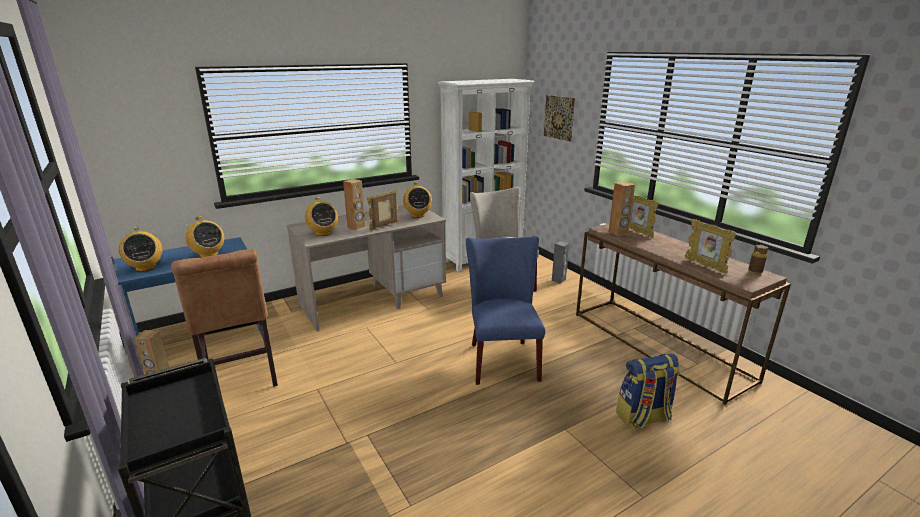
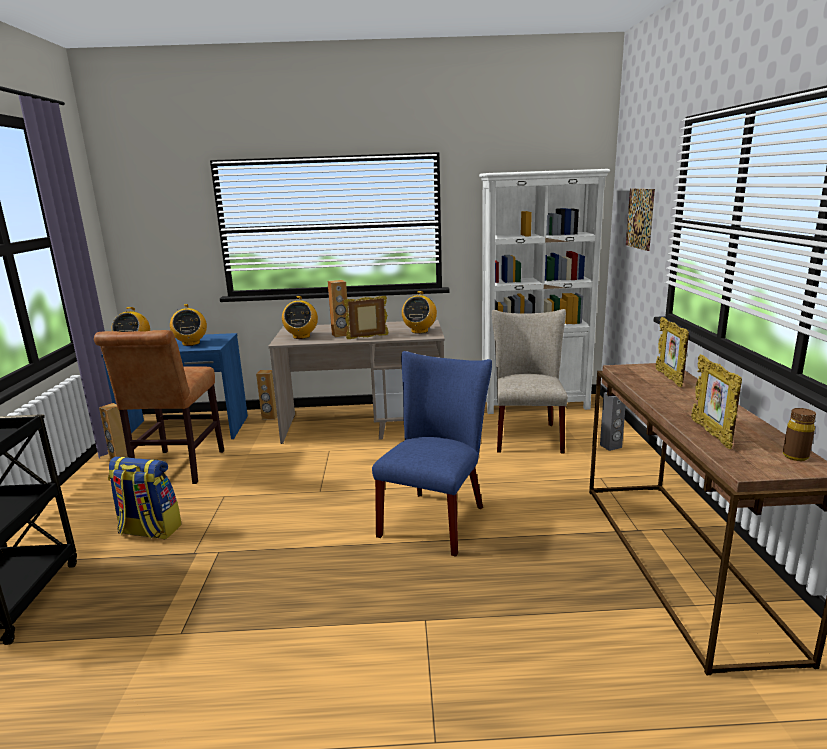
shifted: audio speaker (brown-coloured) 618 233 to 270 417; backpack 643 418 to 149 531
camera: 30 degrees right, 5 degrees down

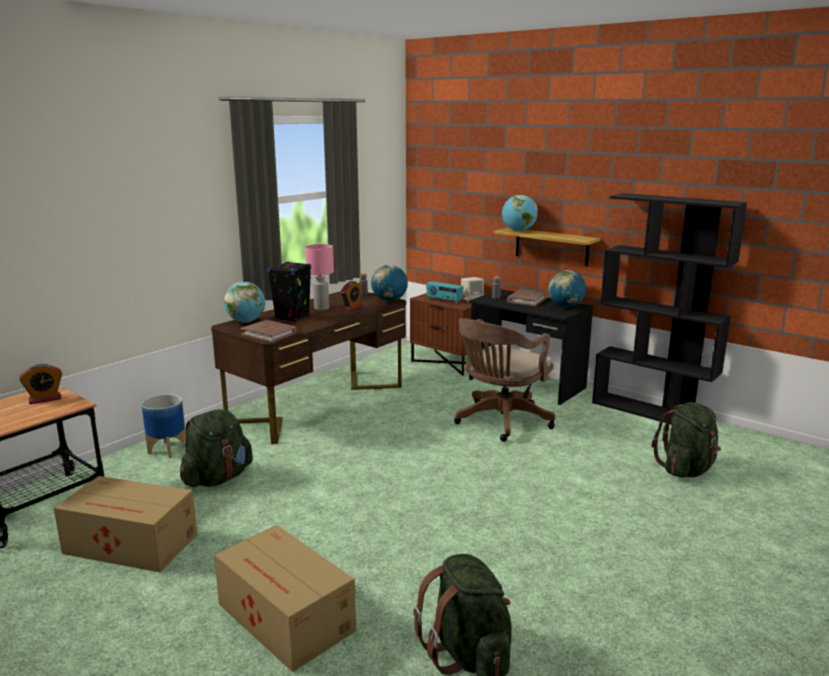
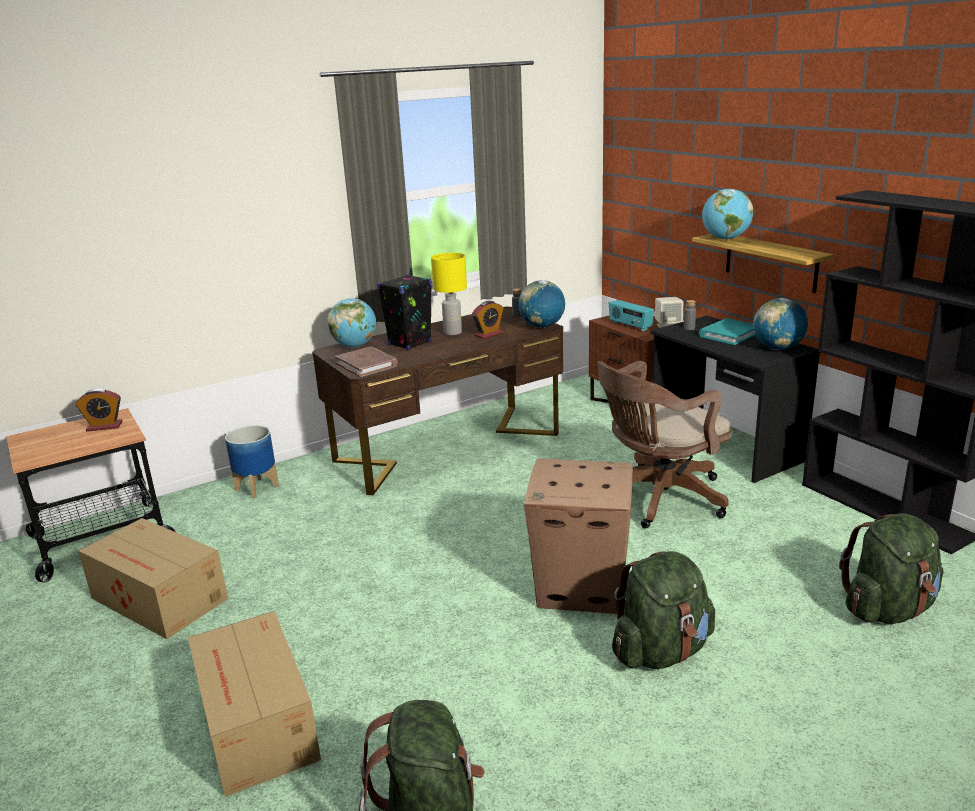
new: carton 582 586
shifted: backpack (greenish) 218 478 to 661 651
repainted: lamp for a table (pink-coloured) 321 308 to lamp for a table (yellow) 453 332; book (brown-coloured) 526 300 to book (turquoise-coloured) 729 334
camera: 20 degrees right, 5 degrees up

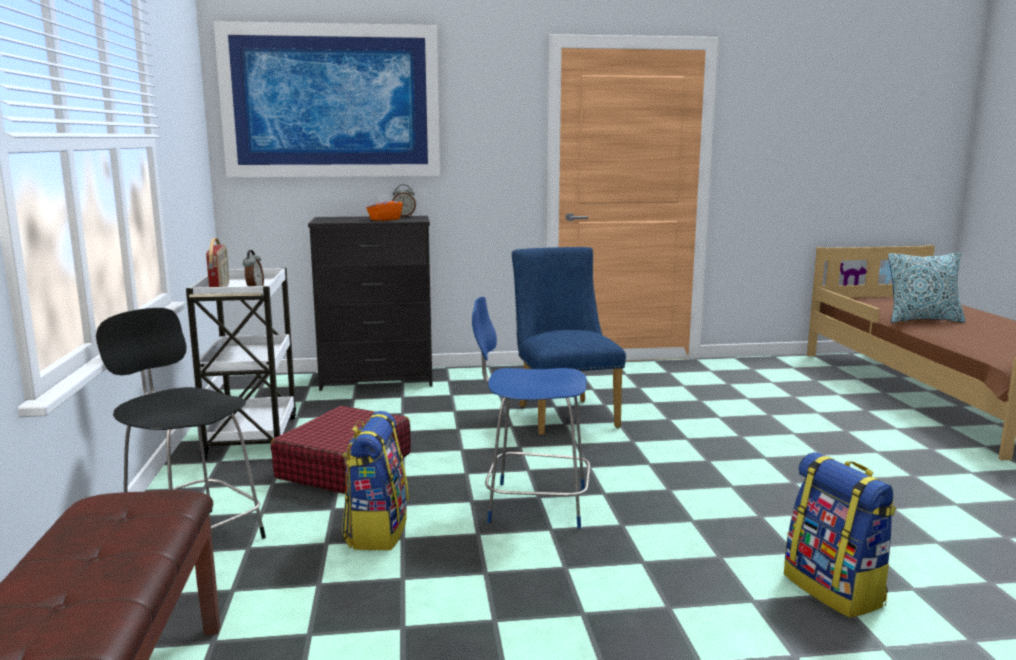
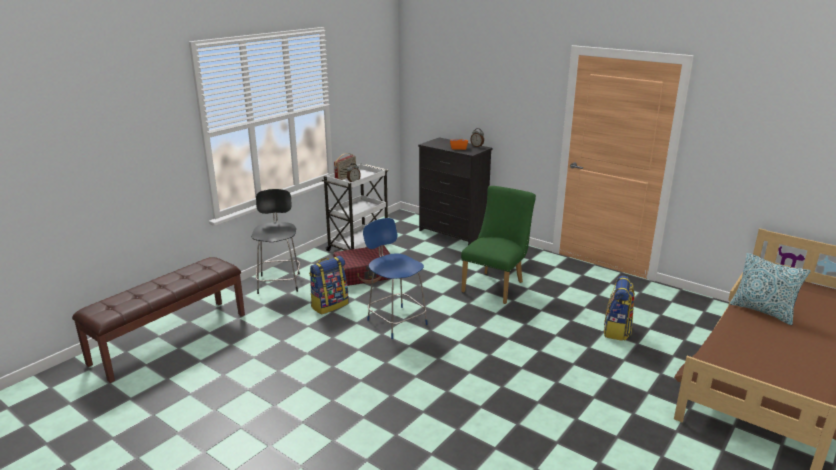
gone: wall picture 331 102
shifted: backpack 835 590 to 617 330
repainted: upright chair (bluish) 563 414 to upright chair (greenish) 496 285
camera: 45 degrees right, 10 degrees up

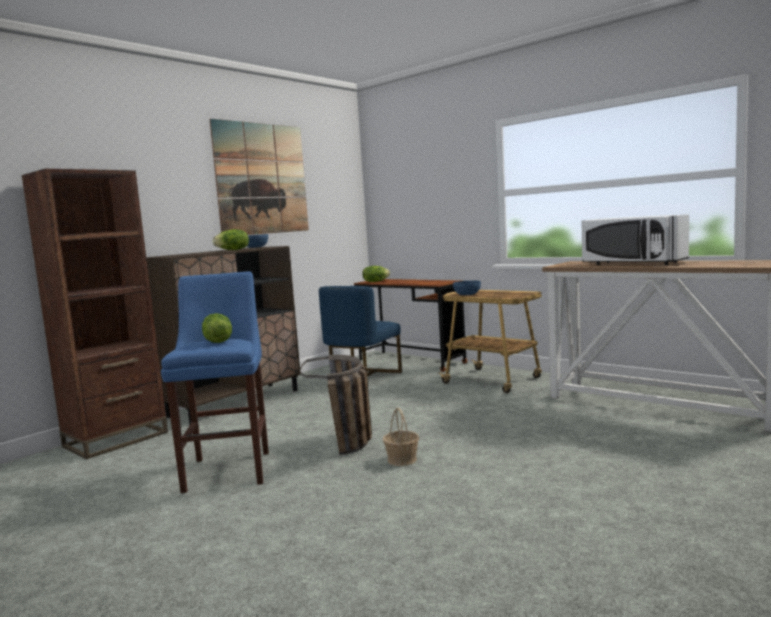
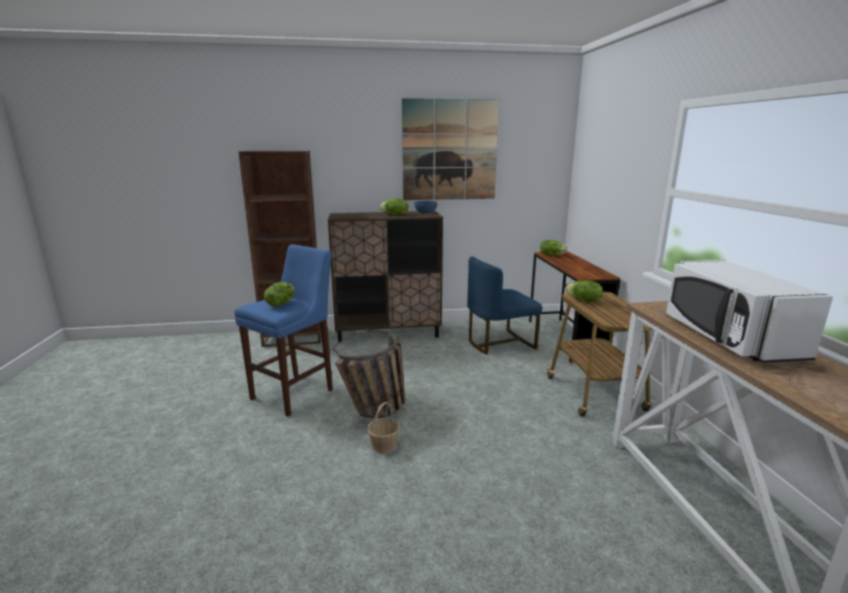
swapped: deep dish (bluish) 467 294 to lettuce 583 301
camera: 40 degrees right, 10 degrees up

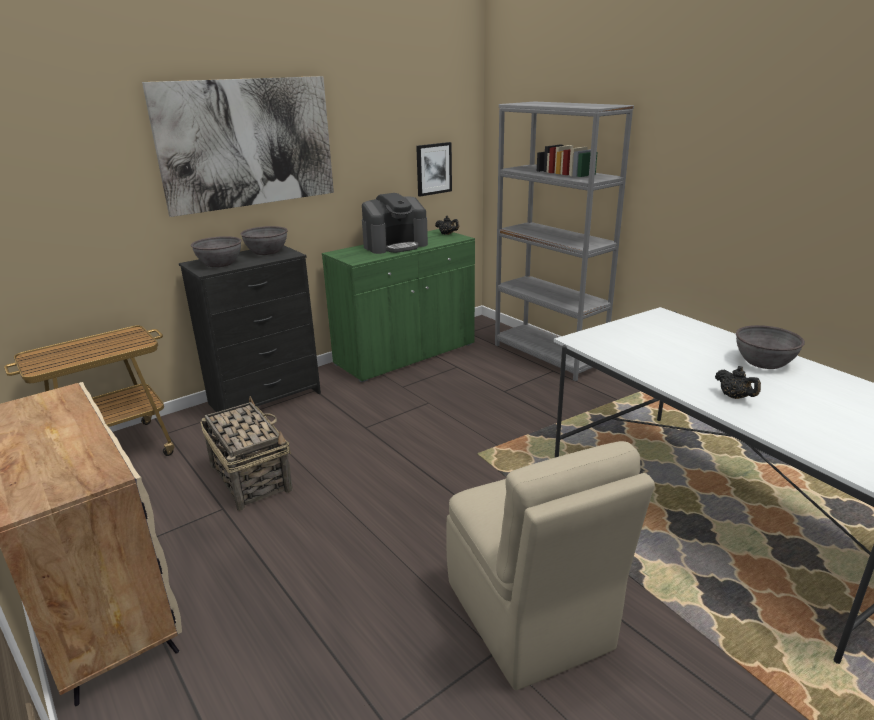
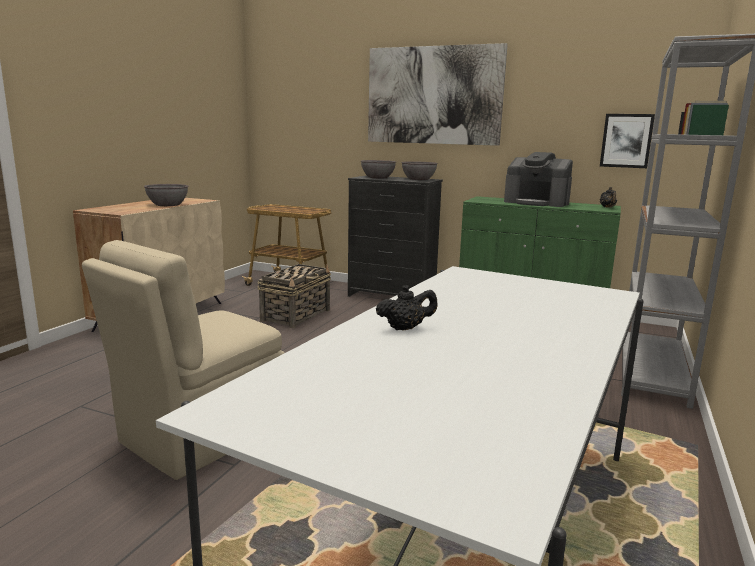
shifted: deep dish (grey) 764 362 to 167 205
rotated: teapot (blackish) 734 397 = 405 328 135 degrees counterclockwise
camera: 60 degrees right, 10 degrees down

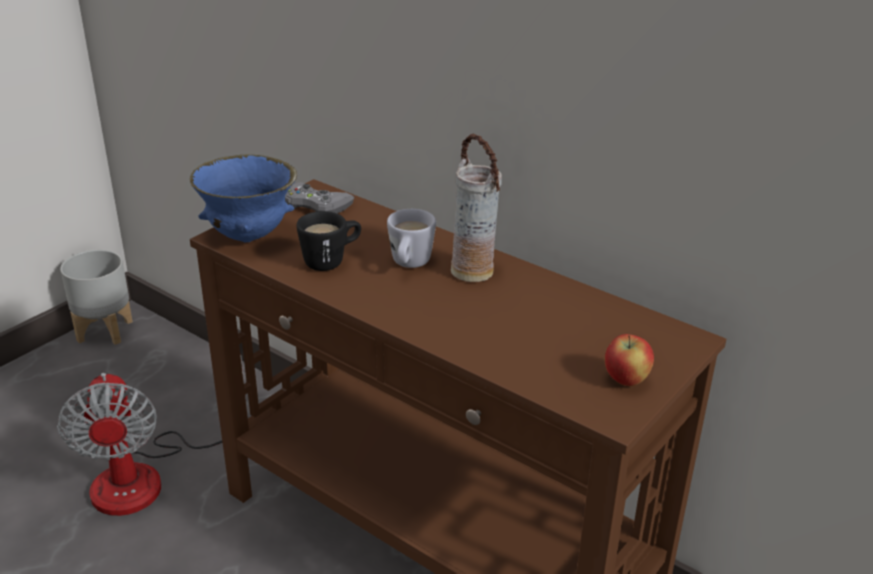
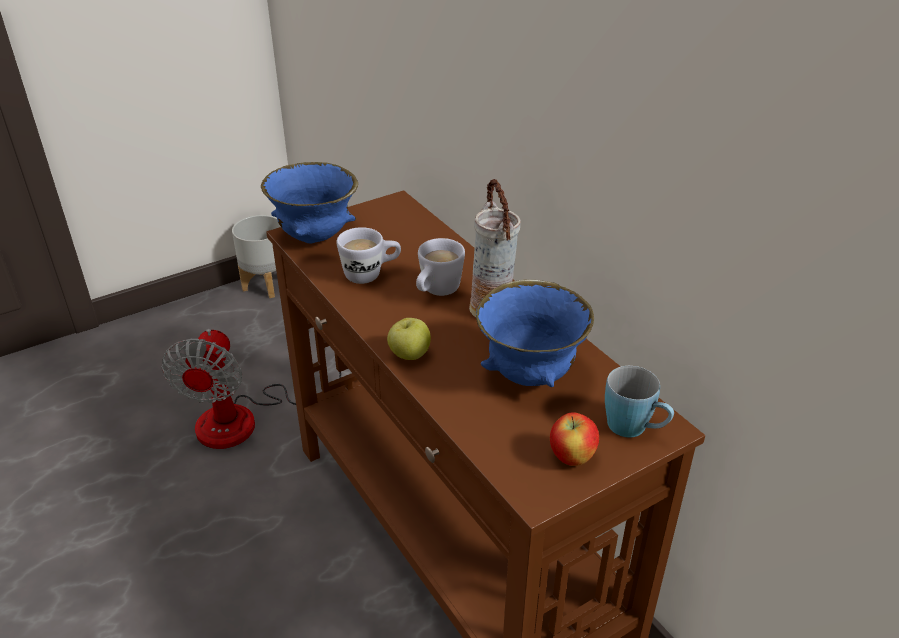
gone: game controller (grey) 316 205
new: deep dish (bluish) 530 375; apple 409 355; mug (bluish) 635 429
repainted: mug (blackish) 331 261 to mug (white) 371 274
camera: 20 degrees right, 5 degrees up

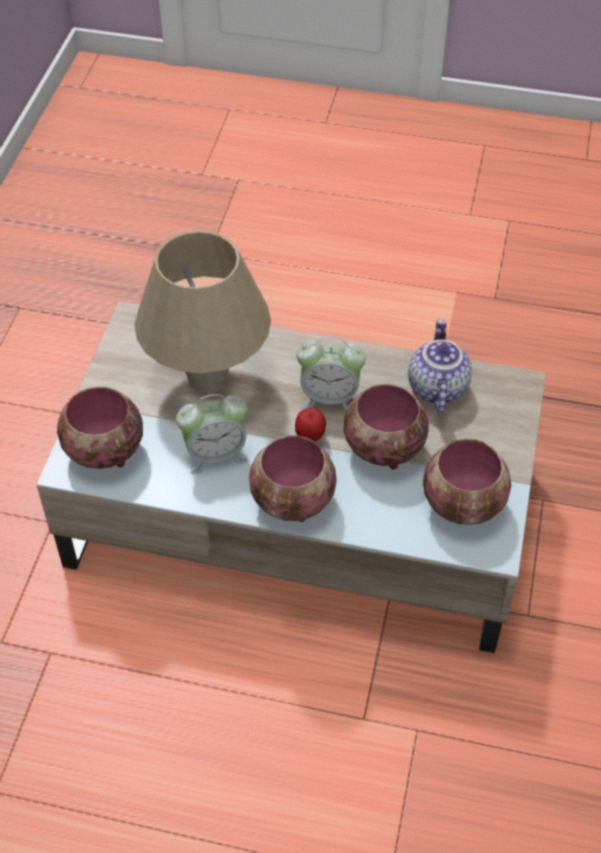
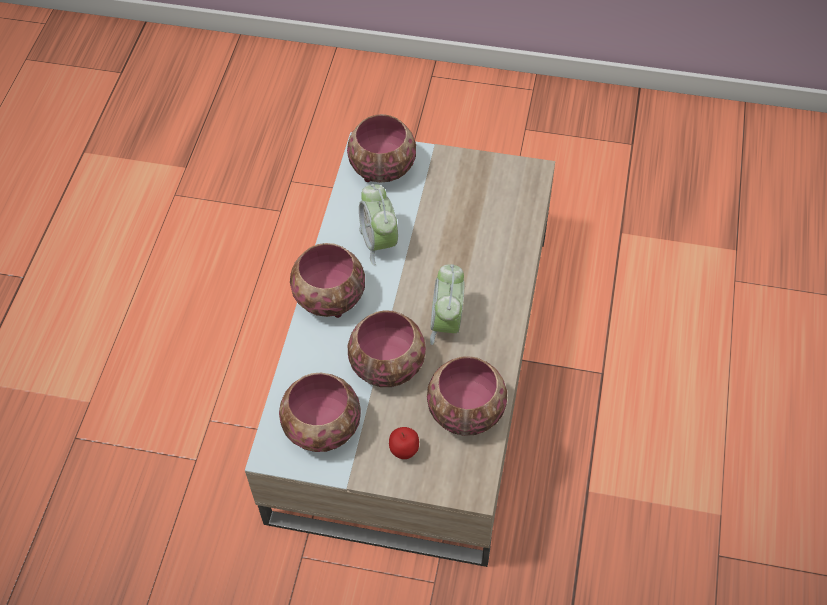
gone: lamp for a table (beige) 208 379
shifted: apple 310 438 to 404 452
swapped: teapot 436 387 to deep dish 464 411
camera: 90 degrees right, 5 degrees up

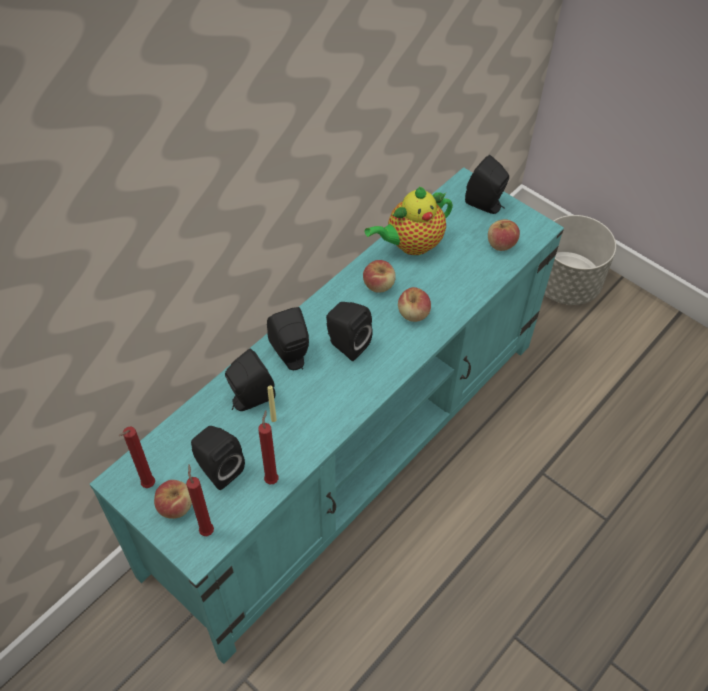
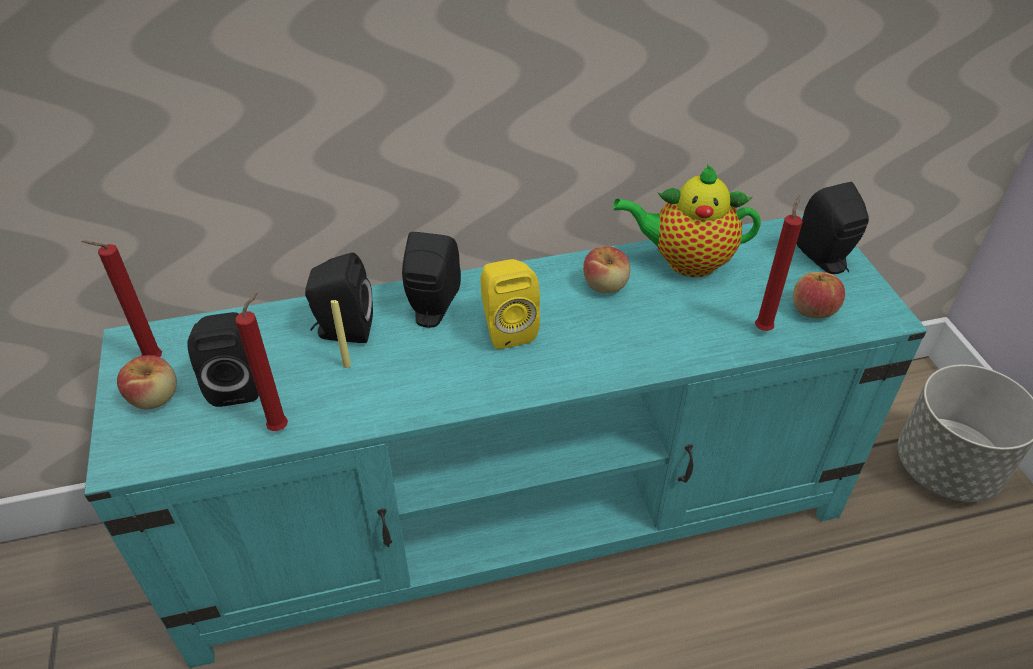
gone: apple 413 313
shifted: wax light (red) 207 529 to 763 328
repainted: audio speaker (blackish) 346 344 to audio speaker (yellow) 506 328
camera: 35 degrees right, 10 degrees down

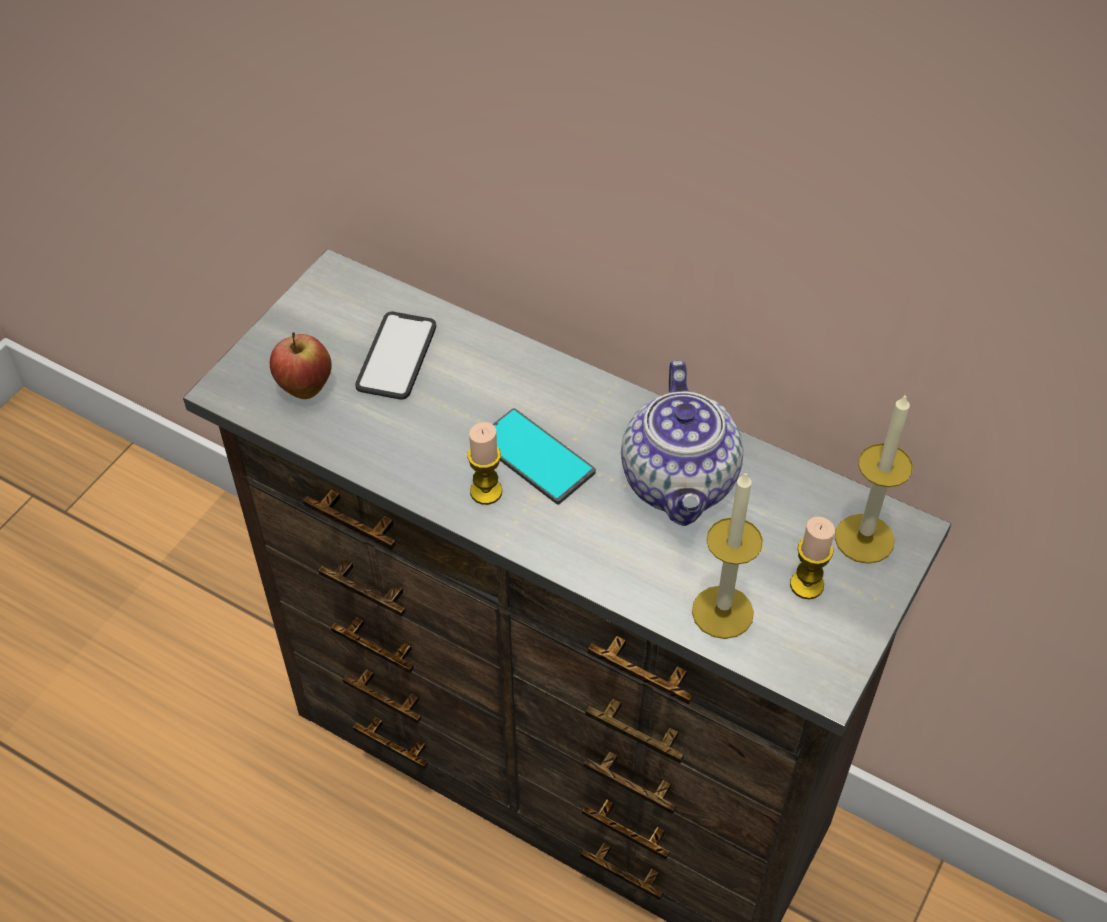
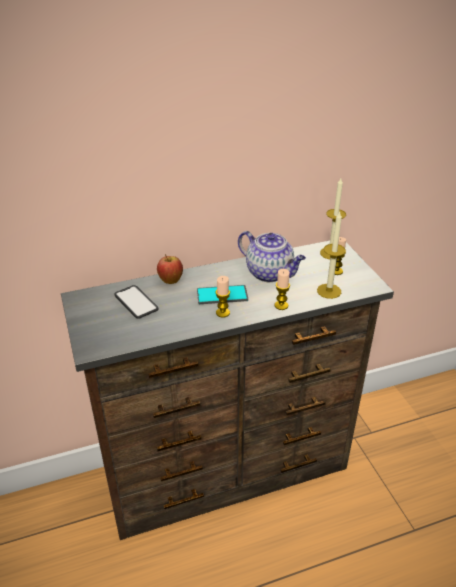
new: wax light 281 305
shifted: apple 305 388 to 170 281
camera: 50 degrees left, 15 degrees down

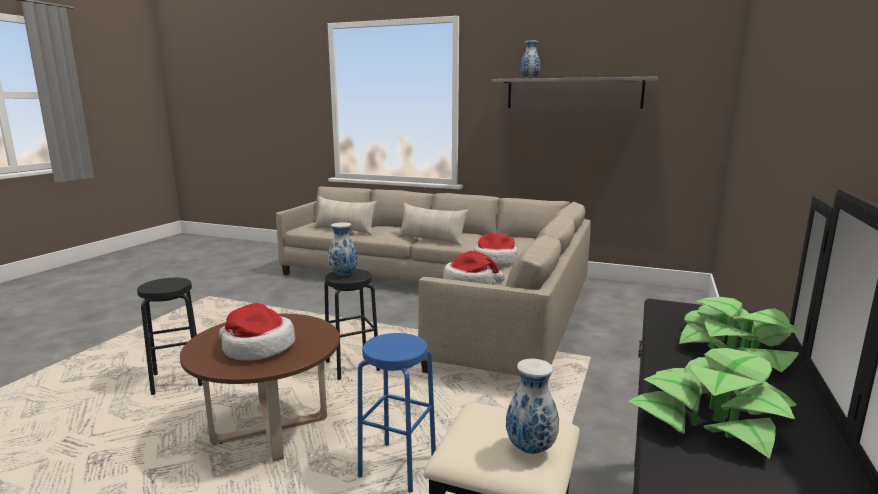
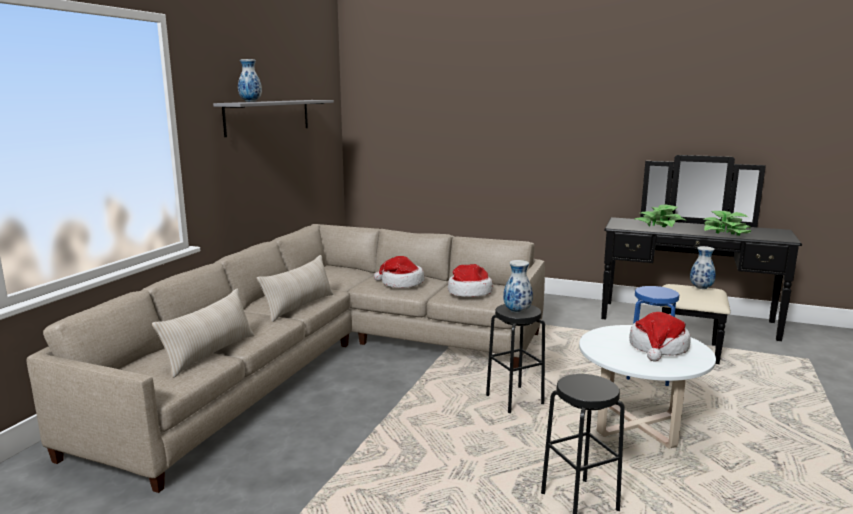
repainted: lounge table (brown-coloured) 270 430 to lounge table (white) 638 425
camera: 90 degrees left, 0 degrees up

